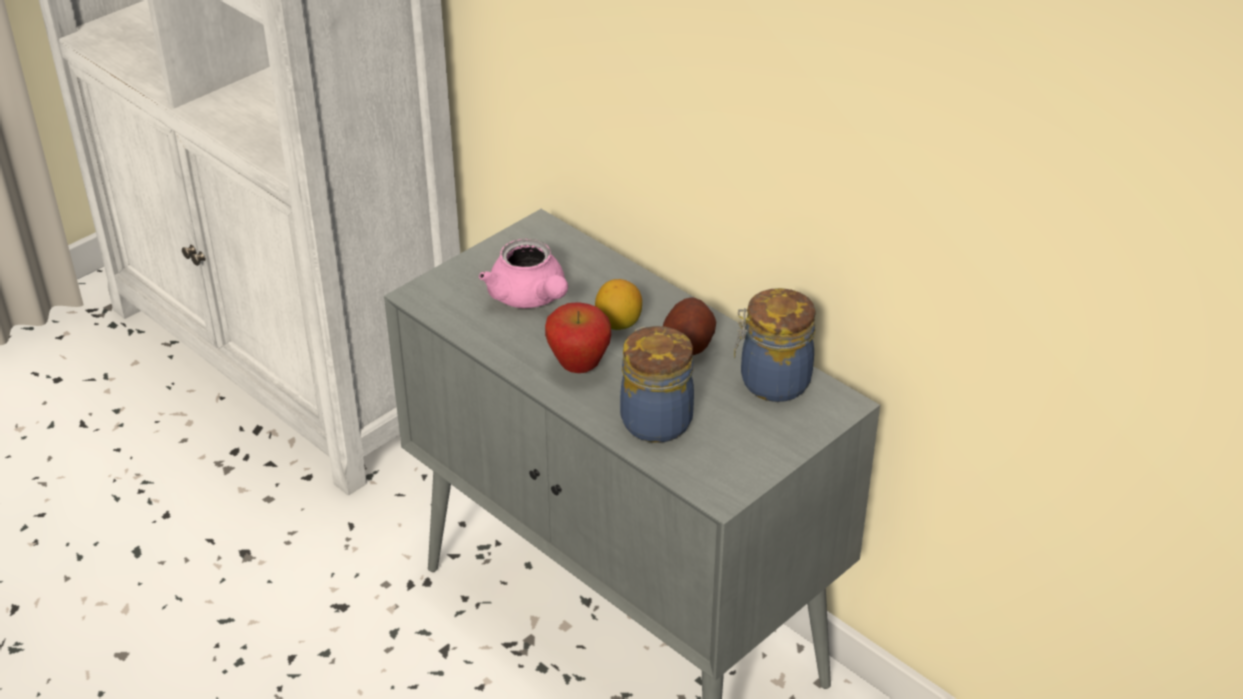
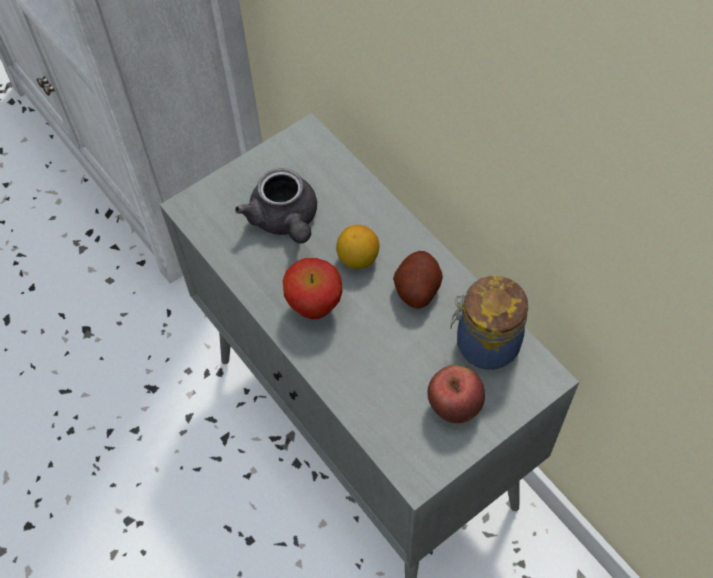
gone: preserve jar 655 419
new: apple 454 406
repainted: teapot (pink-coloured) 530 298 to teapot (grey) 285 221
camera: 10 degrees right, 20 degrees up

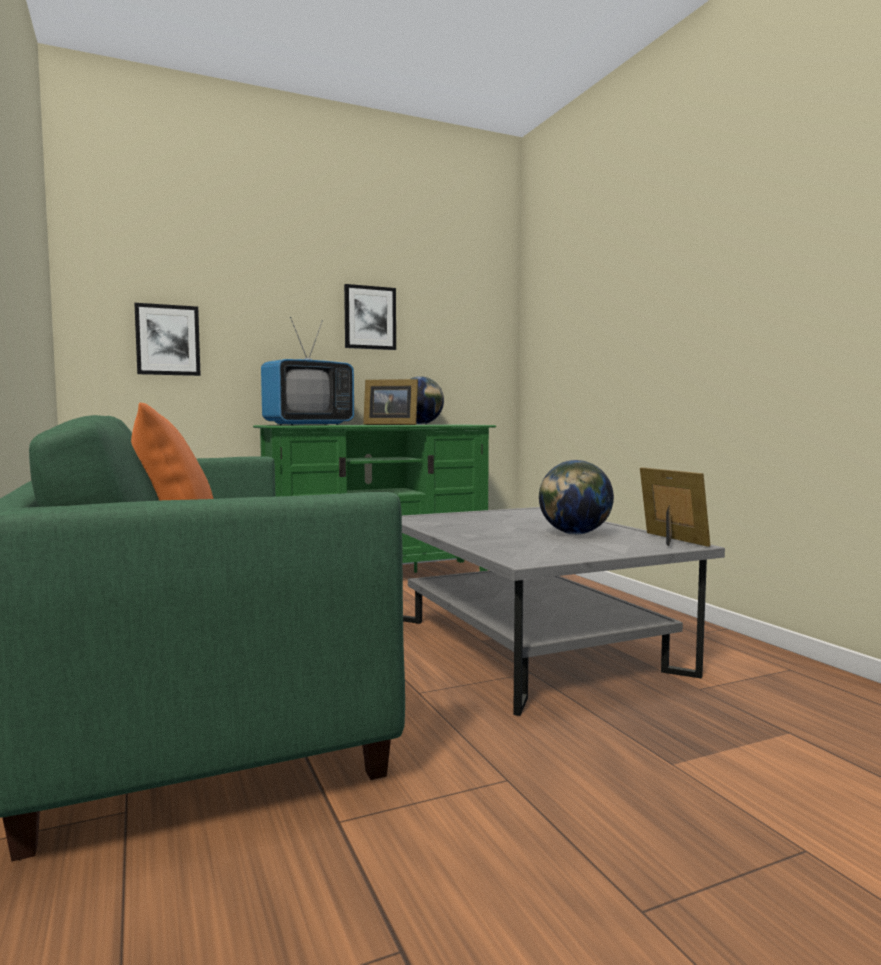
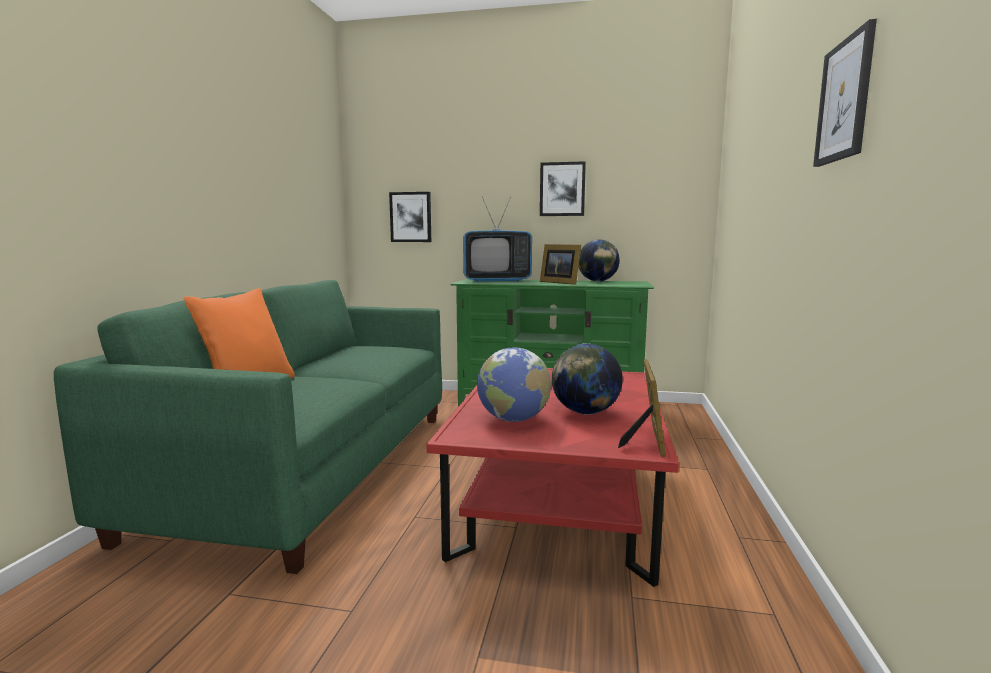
new: wall picture 844 100; world globe 513 419
repainted: lounge table (grey) 528 644 to lounge table (red) 557 499
camera: 35 degrees right, 5 degrees up

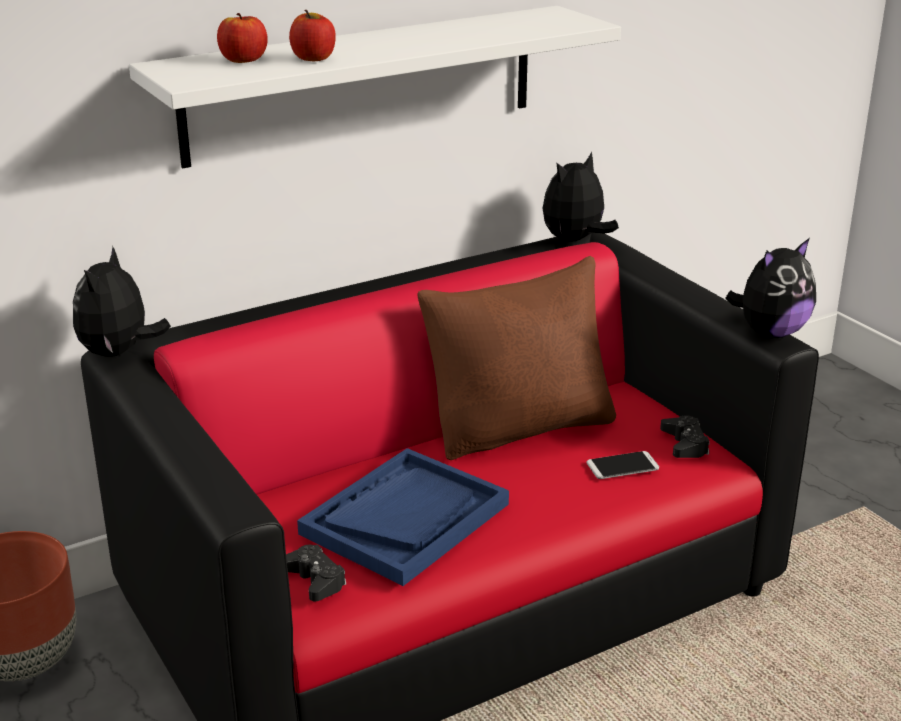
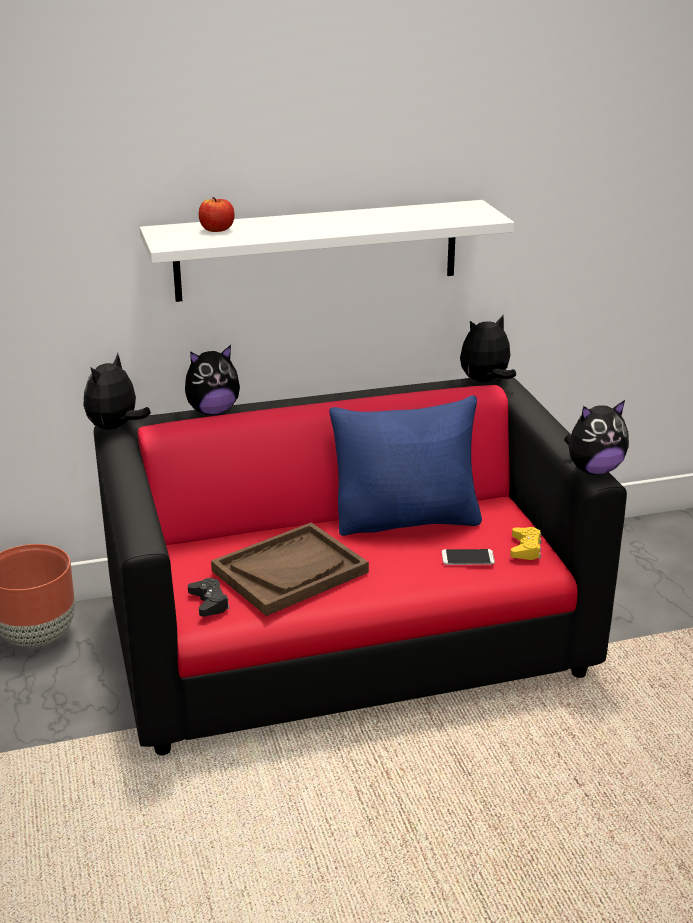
gone: apple 313 58
new: soft toy 212 411
repainted: pillow (brown-coloured) 521 428 to pillow (bluish) 407 520; game controller (blackish) 684 444 to game controller (yellow) 525 548; tray (bluish) 405 518 to tray (brown-coloured) 290 571
camera: 15 degrees right, 0 degrees up

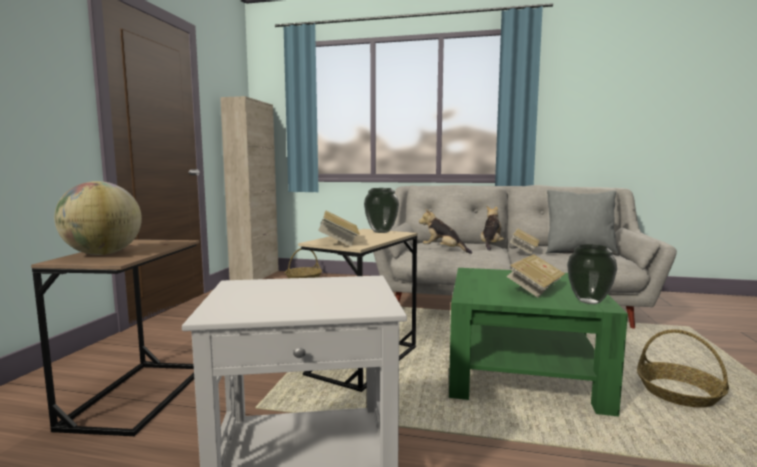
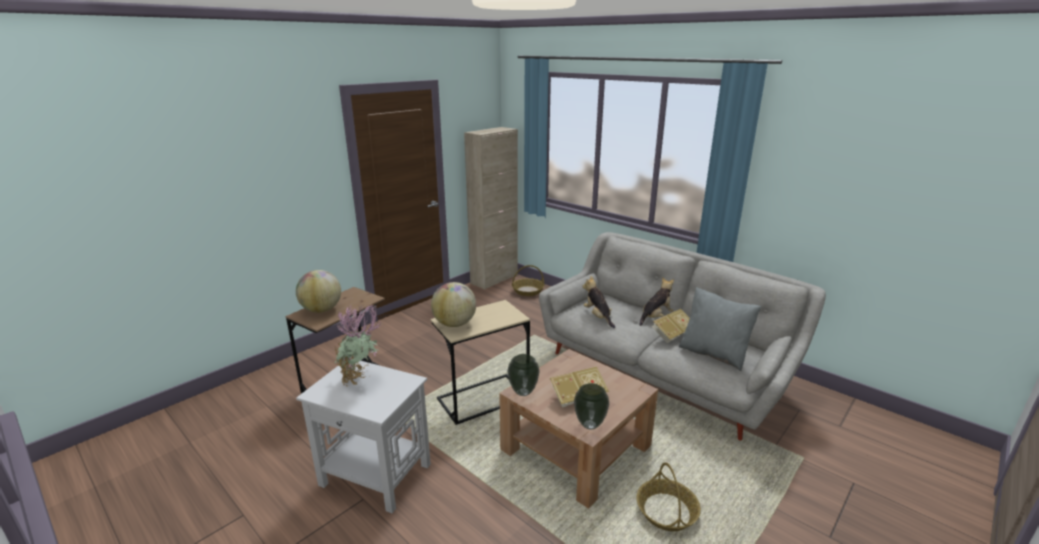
new: potted plant 361 380
shifted: flower vase 382 232 to 523 392
swapped: book 339 242 to world globe 454 324
repainted: lounge table (greenish) 522 372 to lounge table (brown-coloured) 576 448
camera: 30 degrees right, 15 degrees up

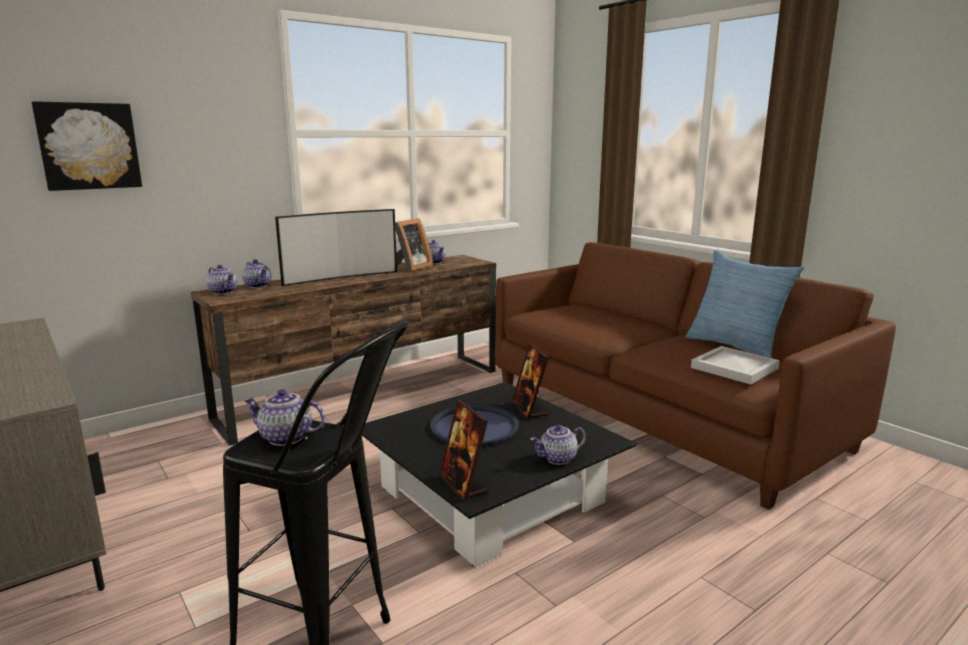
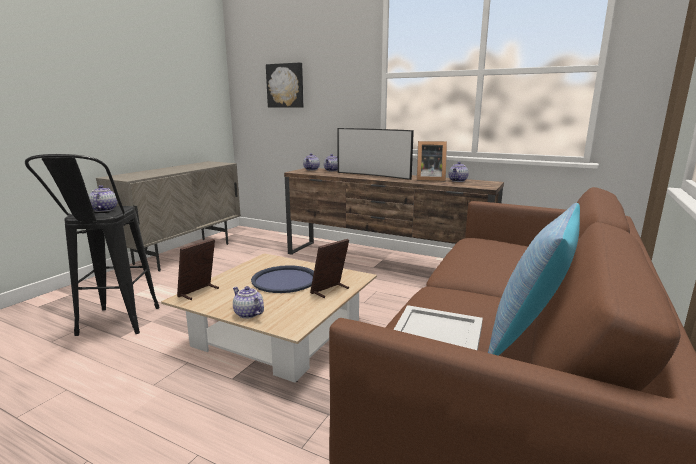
repainted: lounge table (blackish) 492 495 to lounge table (beige) 279 334
camera: 65 degrees right, 0 degrees up

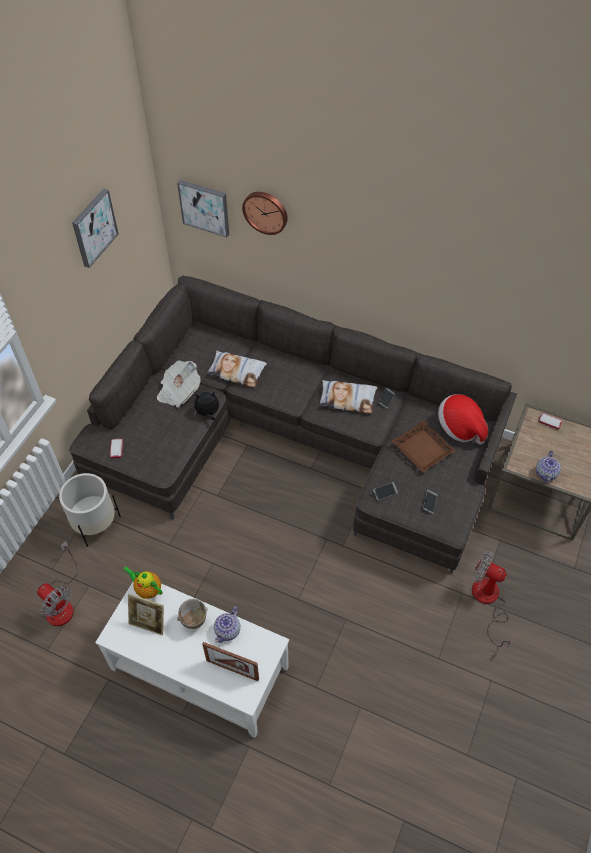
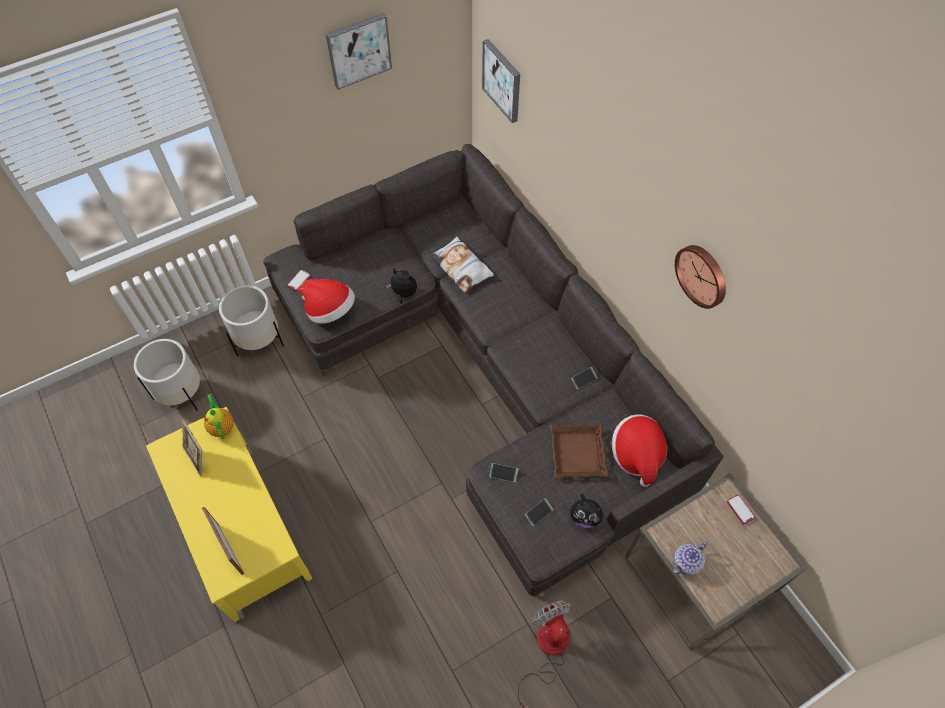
gone: newspaper 179 391; pillow 347 399; deep dish 193 622; teapot 228 630
new: hat 330 310; soft toy 584 517
shifted: clock on the wall 266 211 to 702 275
swapped: cooling fan 61 603 to plant pot (white) 181 393
repainted: lounge table (white) 200 667 to lounge table (yellow) 241 525
camera: 35 degrees right, 5 degrees up

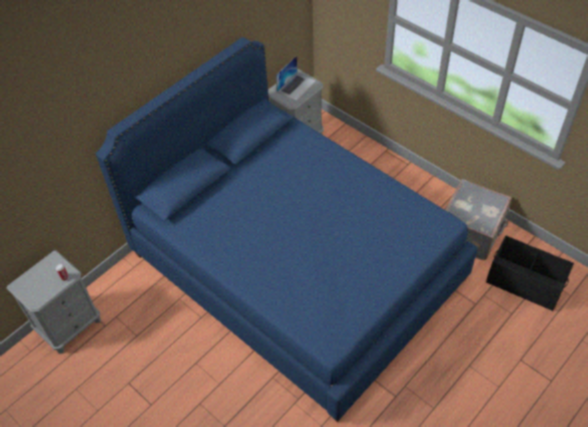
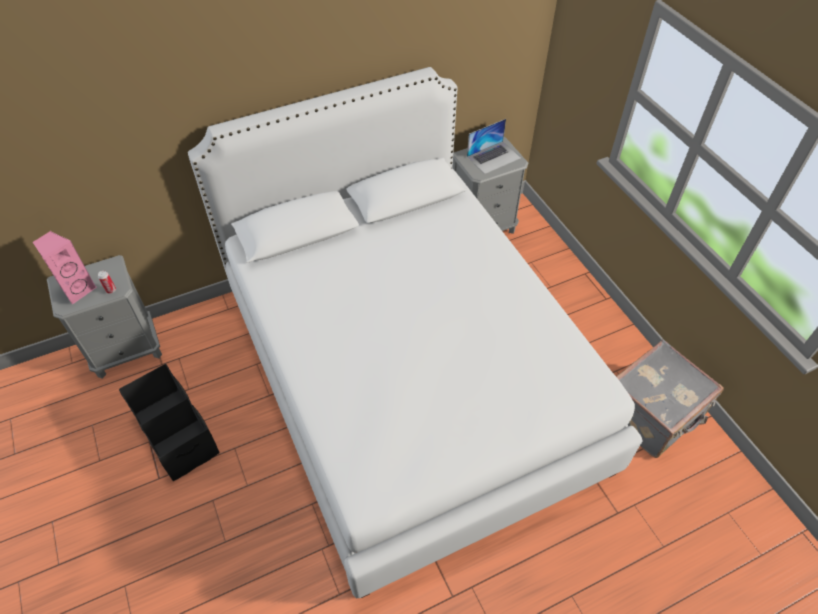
new: audio speaker (pink-coloured) 77 289
shifted: storage bin (blackish) 524 282 to 177 433
repainted: bed (bluish) 296 267 to bed (white) 408 377
camera: 20 degrees right, 0 degrees up

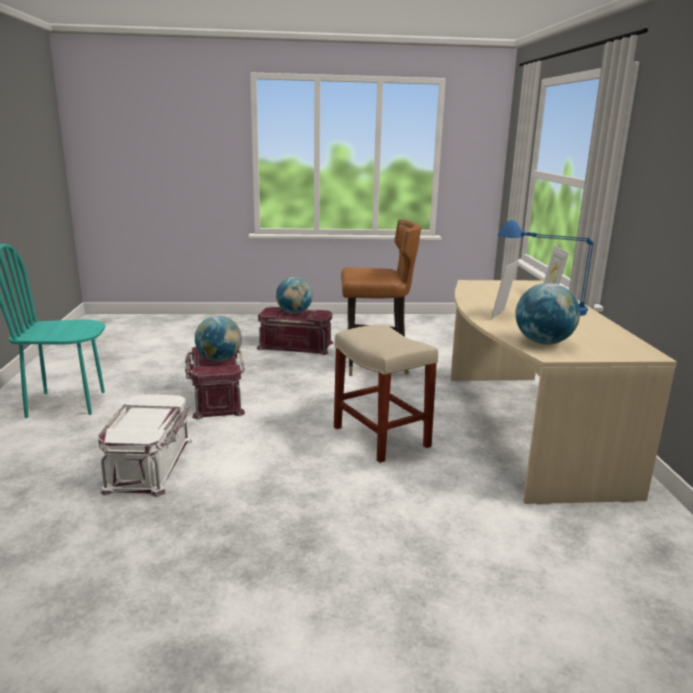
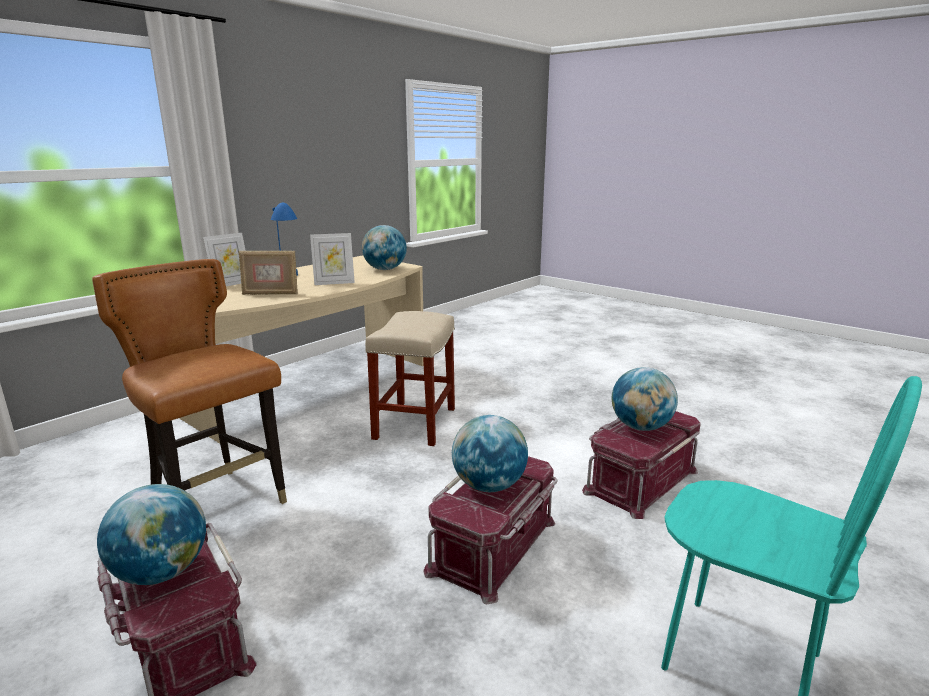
new: picture frame 270 294; world globe 640 427
repainted: storage bin (white) 151 465 to storage bin (red) 639 480
camera: 135 degrees left, 0 degrees up

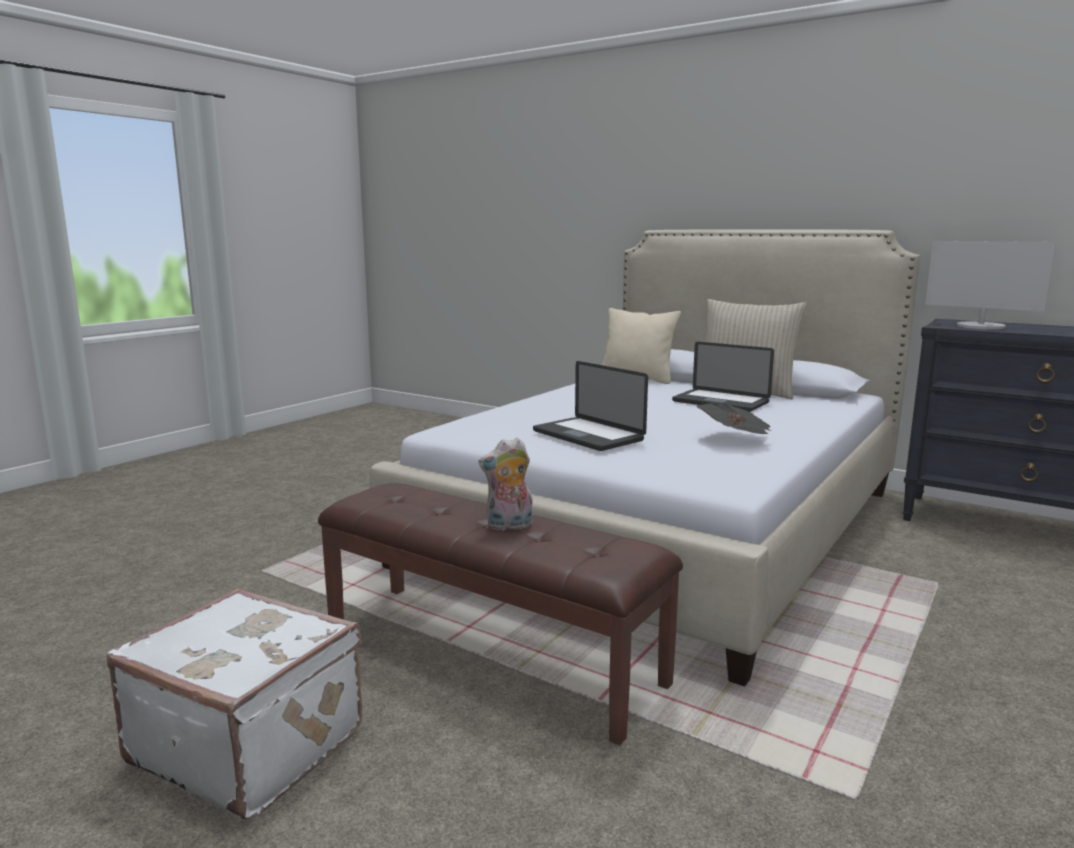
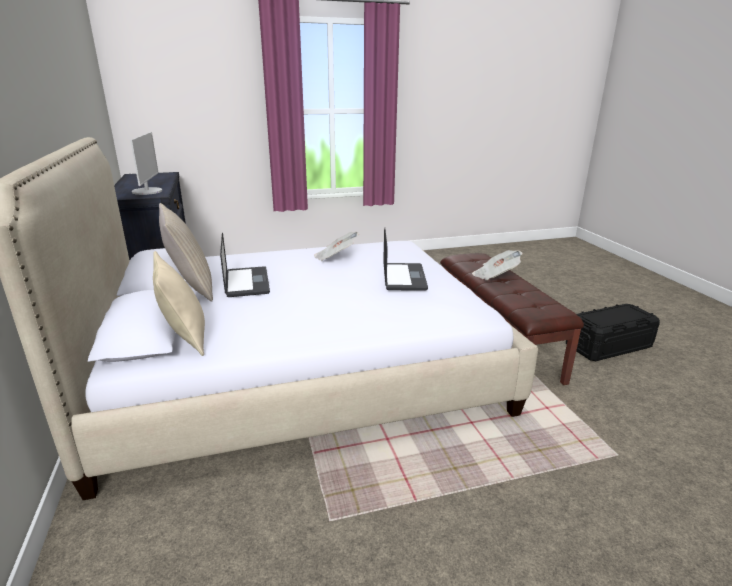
swapped: soft toy 509 526 to newspaper 495 276; suitcase (white) 250 744 to storage bin (blackish) 608 346
camera: 140 degrees left, 10 degrees up

